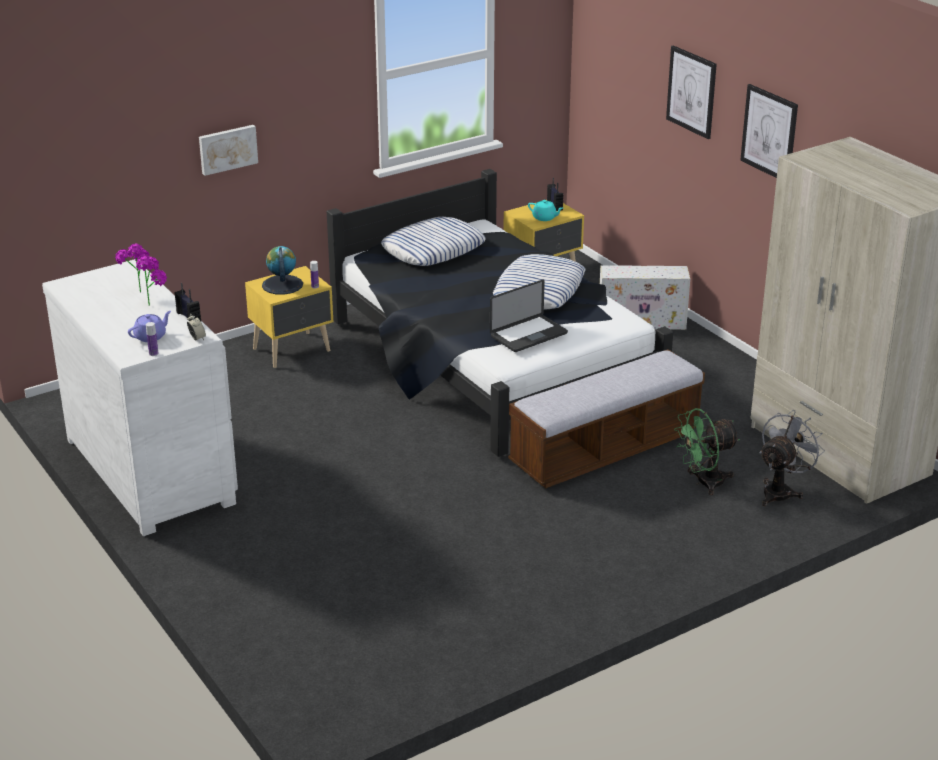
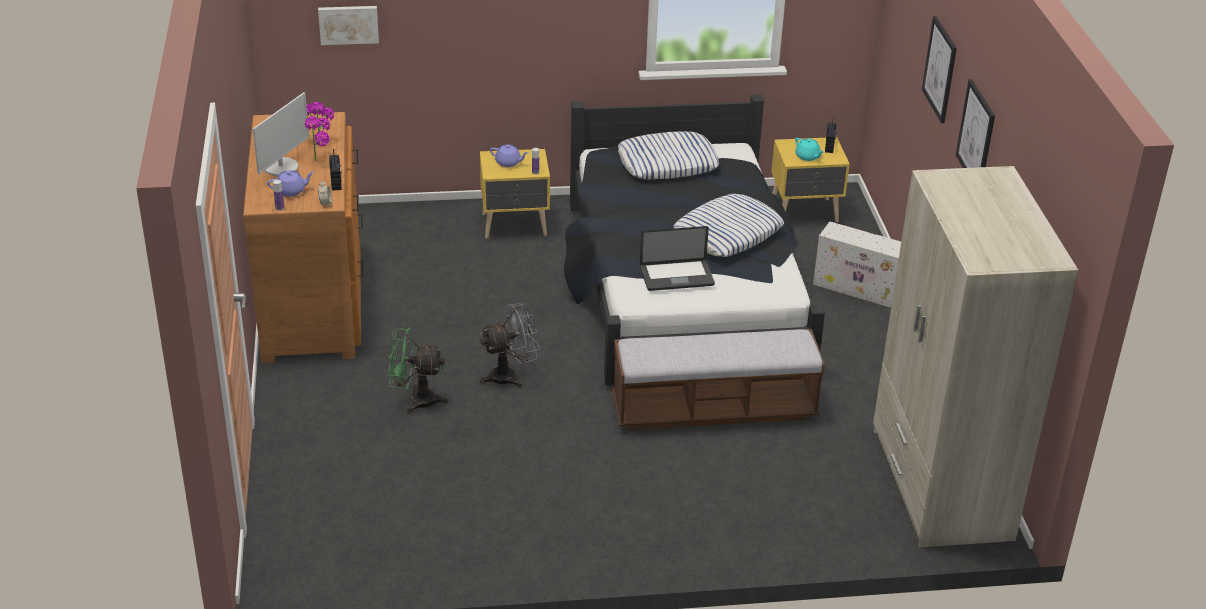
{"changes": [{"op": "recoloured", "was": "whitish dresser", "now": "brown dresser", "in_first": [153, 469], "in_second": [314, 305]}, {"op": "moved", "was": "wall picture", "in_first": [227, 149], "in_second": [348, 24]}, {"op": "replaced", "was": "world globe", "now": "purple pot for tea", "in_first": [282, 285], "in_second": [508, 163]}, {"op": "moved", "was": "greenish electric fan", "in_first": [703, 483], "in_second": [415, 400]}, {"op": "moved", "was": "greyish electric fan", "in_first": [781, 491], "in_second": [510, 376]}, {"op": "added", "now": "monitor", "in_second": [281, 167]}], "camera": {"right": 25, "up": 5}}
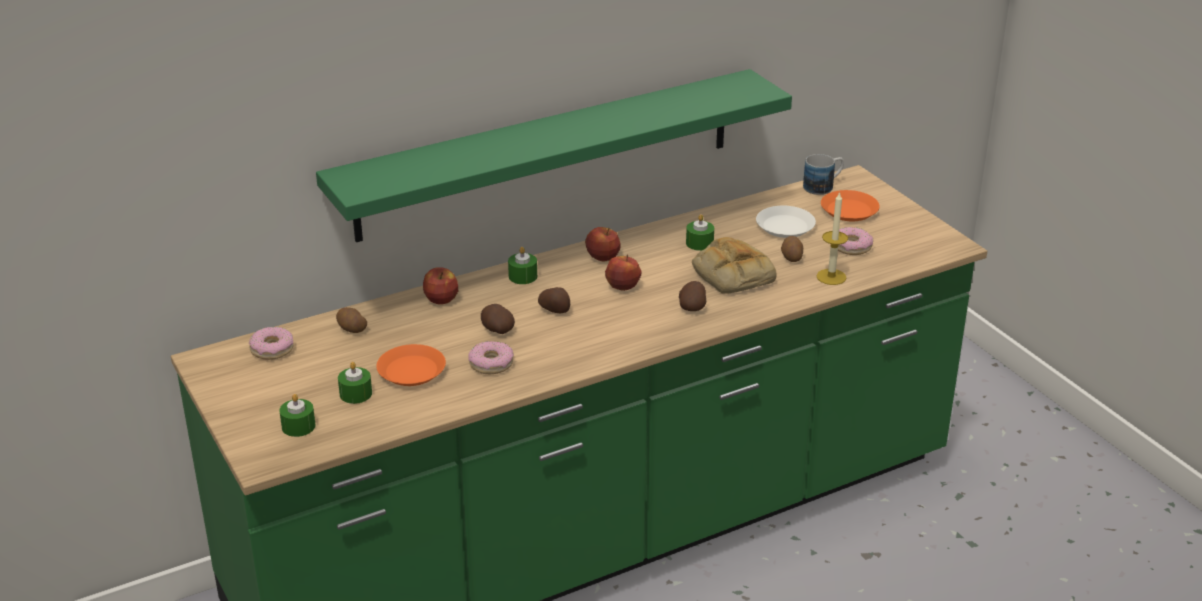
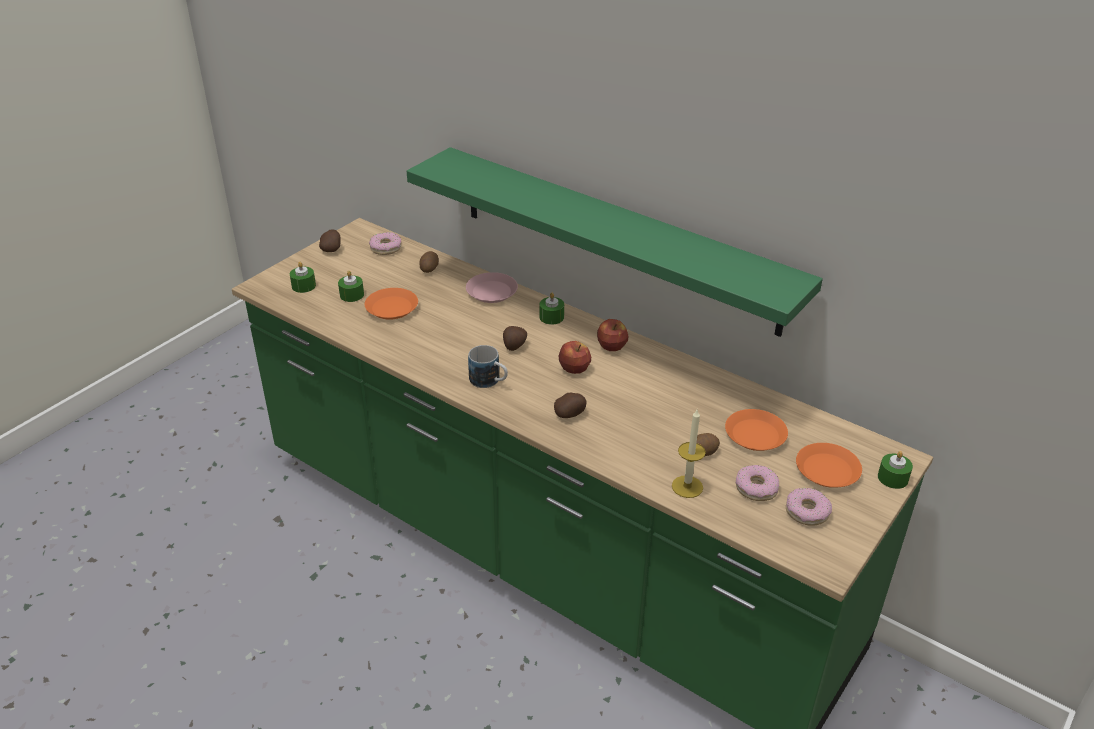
{"changes": [{"op": "replaced", "was": "whole apple", "now": "pink-coloured dinner plate", "in_first": [441, 299], "in_second": [492, 292]}, {"op": "moved", "was": "donut", "in_first": [491, 363], "in_second": [807, 512]}, {"op": "moved", "was": "potato", "in_first": [497, 330], "in_second": [332, 249]}, {"op": "moved", "was": "greenish wax light", "in_first": [699, 243], "in_second": [892, 478]}, {"op": "removed", "was": "baked bread", "in_first": [731, 274]}, {"op": "recoloured", "was": "whitish dinner plate", "now": "orangey dinner plate", "in_first": [785, 226], "in_second": [755, 435]}, {"op": "moved", "was": "tea mug", "in_first": [823, 186], "in_second": [489, 382]}], "camera": {"right": 65, "up": 5}}
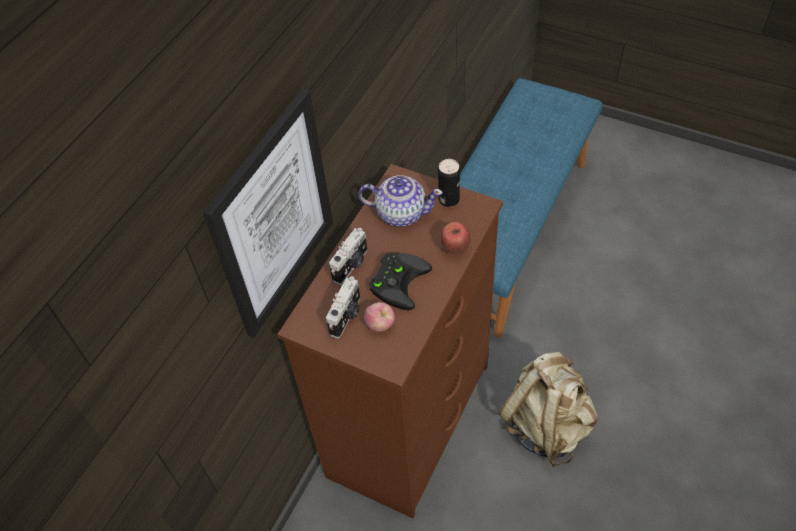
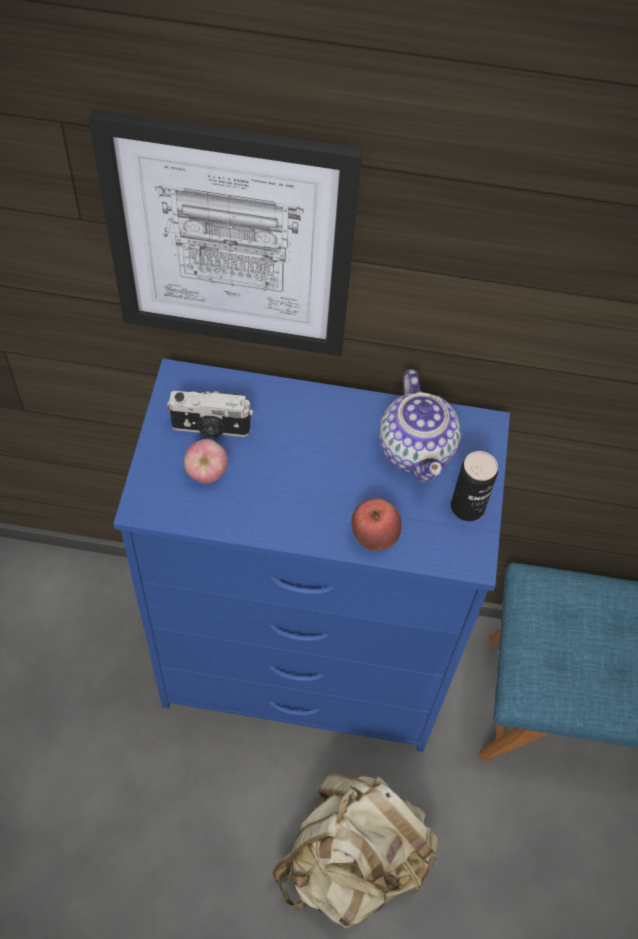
{"changes": [{"op": "recoloured", "was": "brown dresser", "now": "blue dresser", "in_first": [411, 419], "in_second": [305, 666]}, {"op": "removed", "was": "still camera", "in_first": [351, 265]}, {"op": "removed", "was": "black-coloured game controller", "in_first": [398, 280]}], "camera": {"right": 65, "up": 5}}
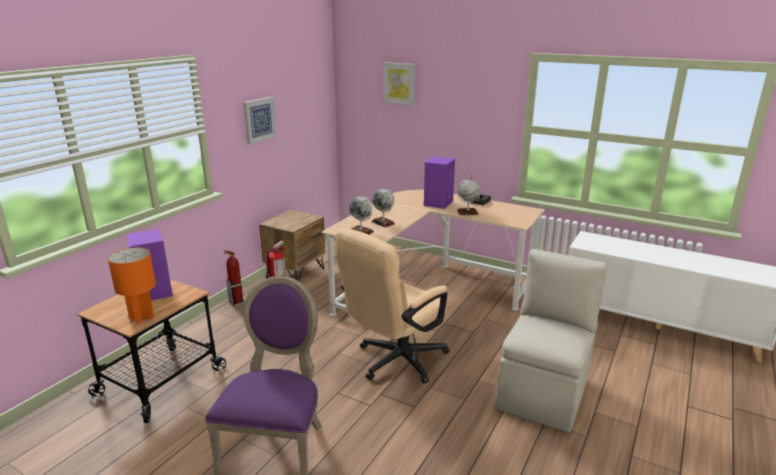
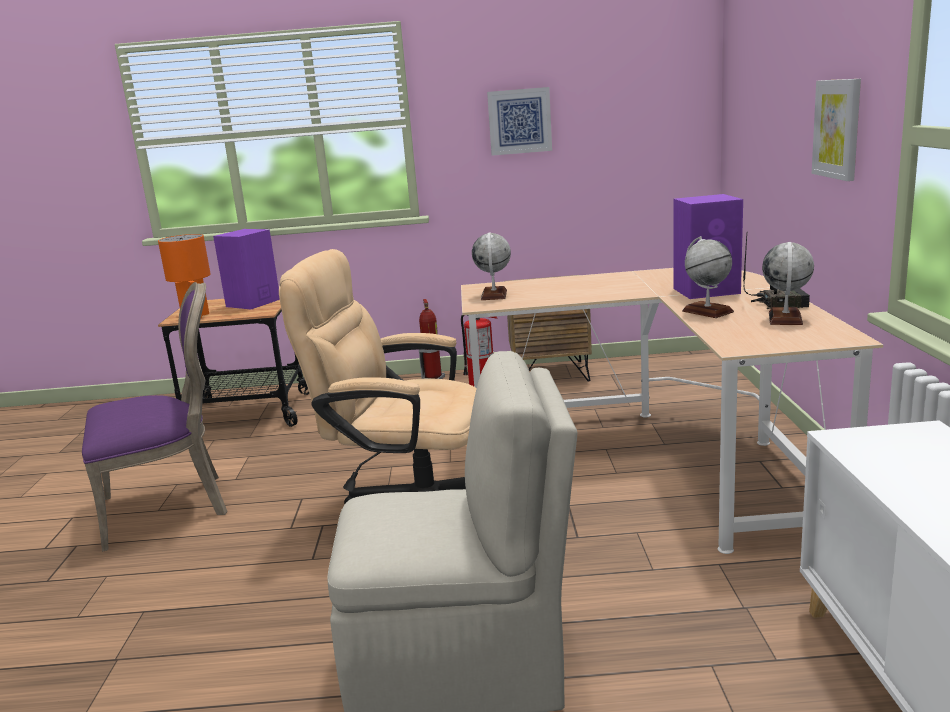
{"changes": [{"op": "moved", "was": "world globe", "in_first": [383, 222], "in_second": [785, 318]}, {"op": "moved", "was": "wall picture", "in_first": [399, 83], "in_second": [838, 129]}], "camera": {"right": 60, "up": -5}}
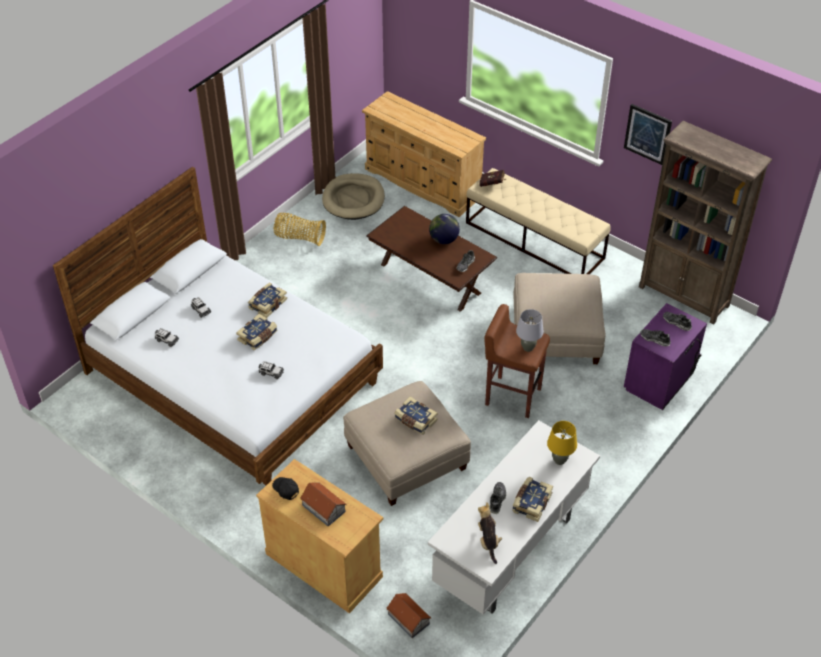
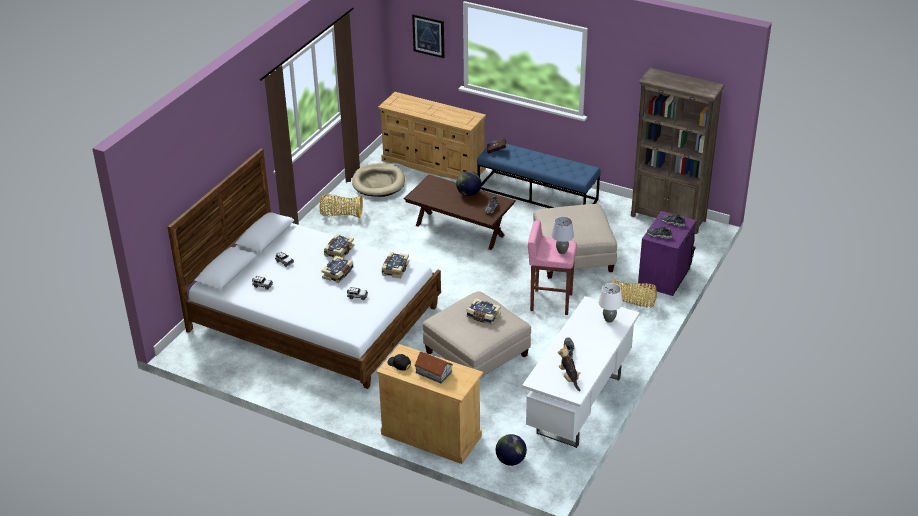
{"changes": [{"op": "replaced", "was": "miniature house", "now": "world globe", "in_first": [408, 618], "in_second": [510, 460]}, {"op": "recoloured", "was": "sand-coloured indoor bench", "now": "blue indoor bench", "in_first": [535, 240], "in_second": [537, 194]}, {"op": "recoloured", "was": "brown stool seat", "now": "pink-coloured stool seat", "in_first": [512, 396], "in_second": [550, 302]}, {"op": "moved", "was": "book", "in_first": [531, 503], "in_second": [394, 269]}, {"op": "recoloured", "was": "yellow-coloured lamp for a table", "now": "whitish lamp for a table", "in_first": [559, 460], "in_second": [609, 319]}, {"op": "moved", "was": "wall picture", "in_first": [648, 134], "in_second": [428, 35]}, {"op": "added", "now": "household basket", "in_second": [632, 303]}], "camera": {"right": -10, "up": -10}}
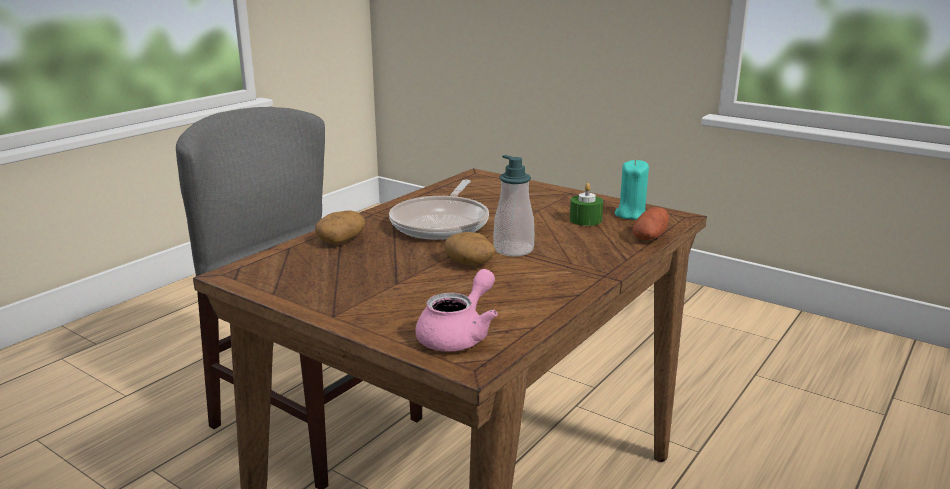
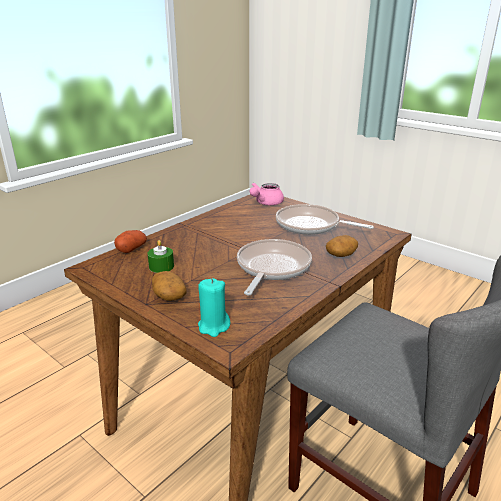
{"changes": [{"op": "moved", "was": "potato", "in_first": [470, 263], "in_second": [168, 295]}, {"op": "removed", "was": "soap bottle", "in_first": [513, 250]}, {"op": "moved", "was": "turquoise wax light", "in_first": [631, 214], "in_second": [213, 326]}, {"op": "added", "now": "pan", "in_second": [311, 225]}], "camera": {"right": -175, "up": 5}}
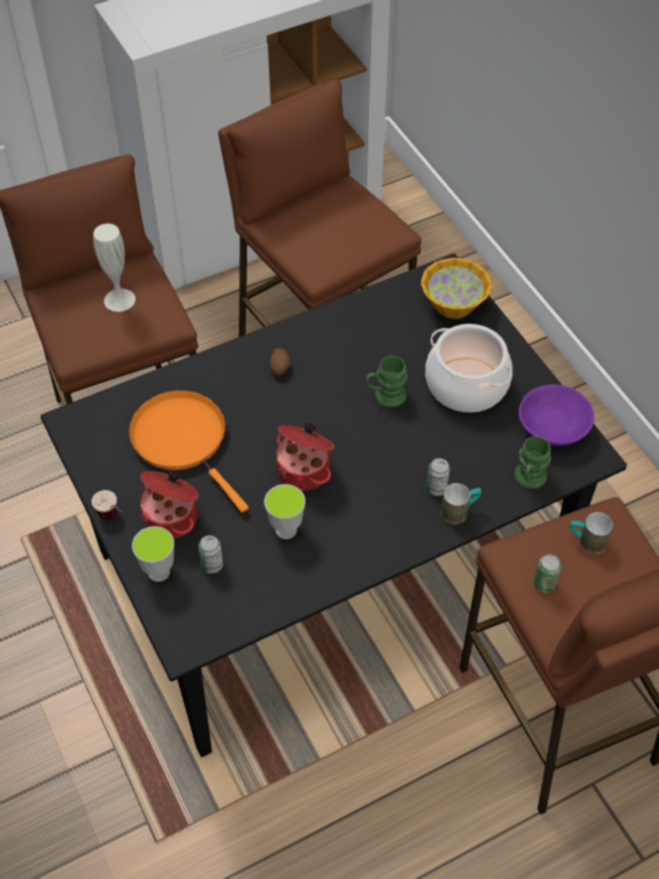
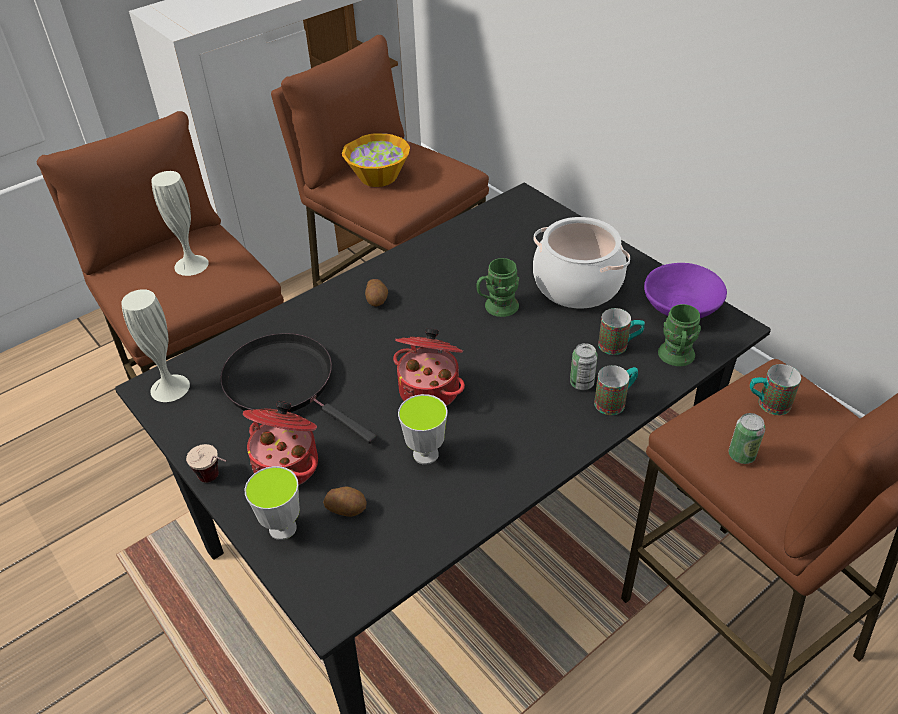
{"changes": [{"op": "recoloured", "was": "orangey pan", "now": "black-coloured pan", "in_first": [183, 439], "in_second": [285, 383]}, {"op": "replaced", "was": "can", "now": "potato", "in_first": [212, 565], "in_second": [347, 508]}, {"op": "moved", "was": "bowl", "in_first": [453, 304], "in_second": [378, 177]}, {"op": "added", "now": "whitish decorative vase", "in_second": [170, 388]}, {"op": "added", "now": "tea mug", "in_second": [619, 345]}], "camera": {"right": -10, "up": -10}}
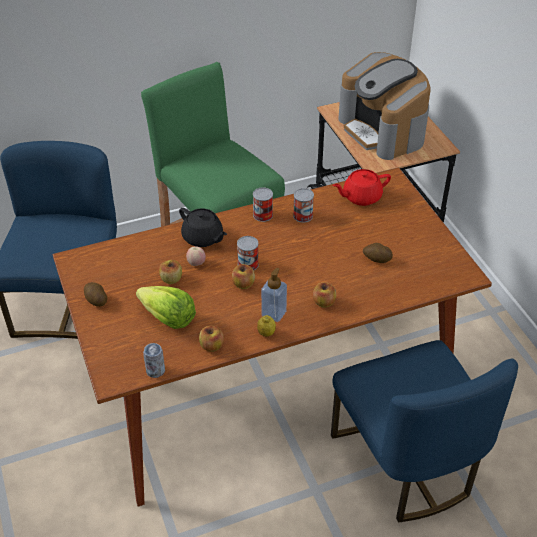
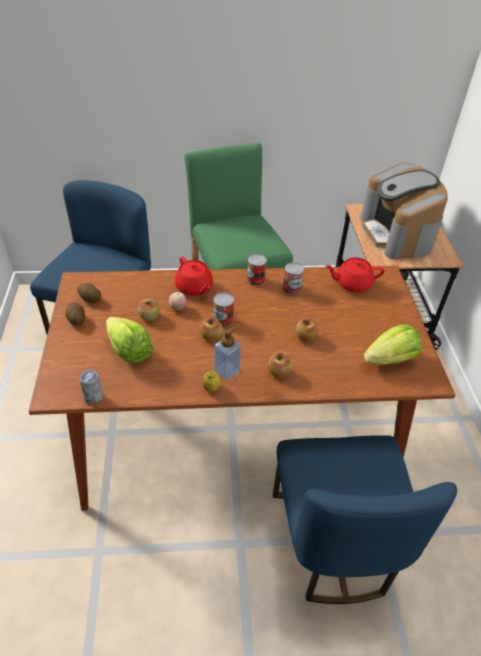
{"changes": [{"op": "recoloured", "was": "black-coloured pot for tea", "now": "reddish pot for tea", "in_first": [203, 238], "in_second": [194, 287]}, {"op": "moved", "was": "whole apple", "in_first": [212, 346], "in_second": [305, 337]}, {"op": "moved", "was": "potato", "in_first": [376, 259], "in_second": [90, 299]}, {"op": "added", "now": "lettuce", "in_second": [390, 359]}], "camera": {"right": 15, "up": 0}}
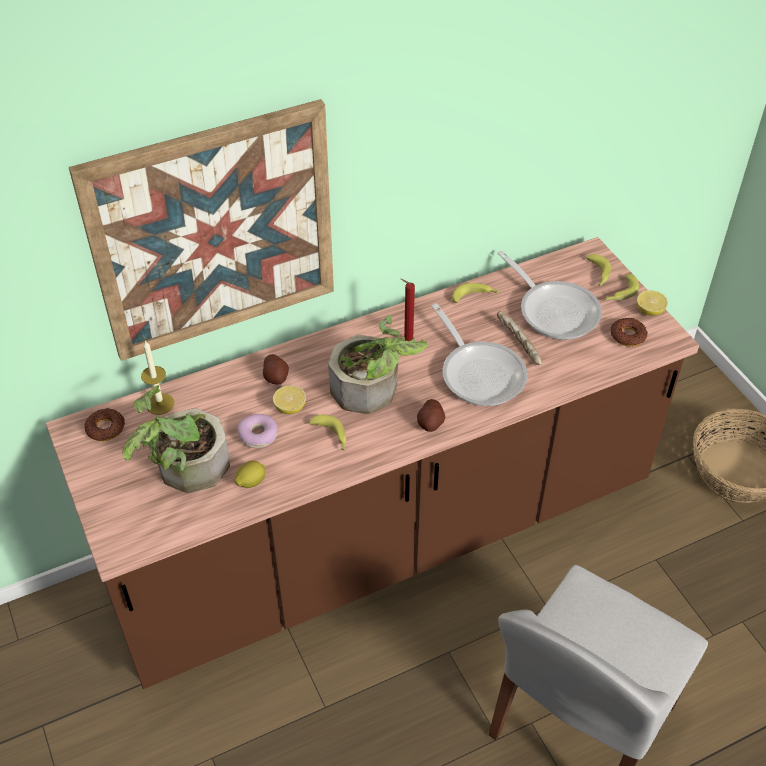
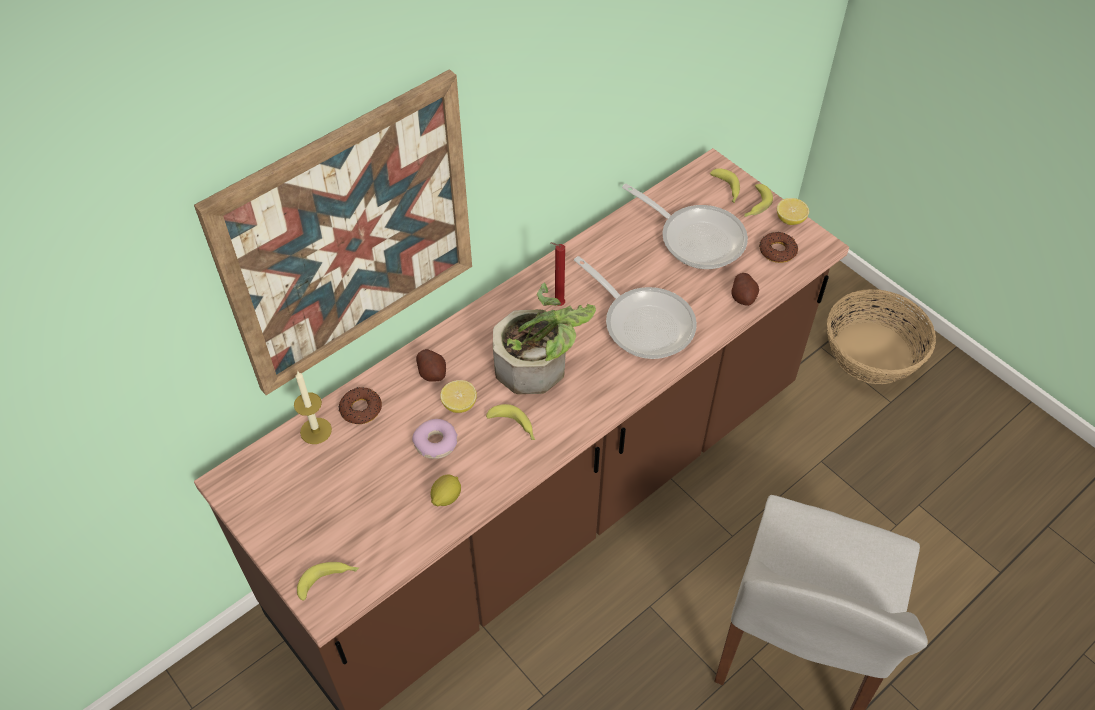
{"changes": [{"op": "moved", "was": "donut", "in_first": [105, 428], "in_second": [361, 409]}, {"op": "removed", "was": "houseplant", "in_first": [183, 468]}, {"op": "moved", "was": "potato", "in_first": [430, 423], "in_second": [743, 297]}, {"op": "moved", "was": "whole banana", "in_first": [475, 296], "in_second": [329, 581]}, {"op": "removed", "was": "baked bread", "in_first": [518, 343]}], "camera": {"right": -15, "up": 5}}
